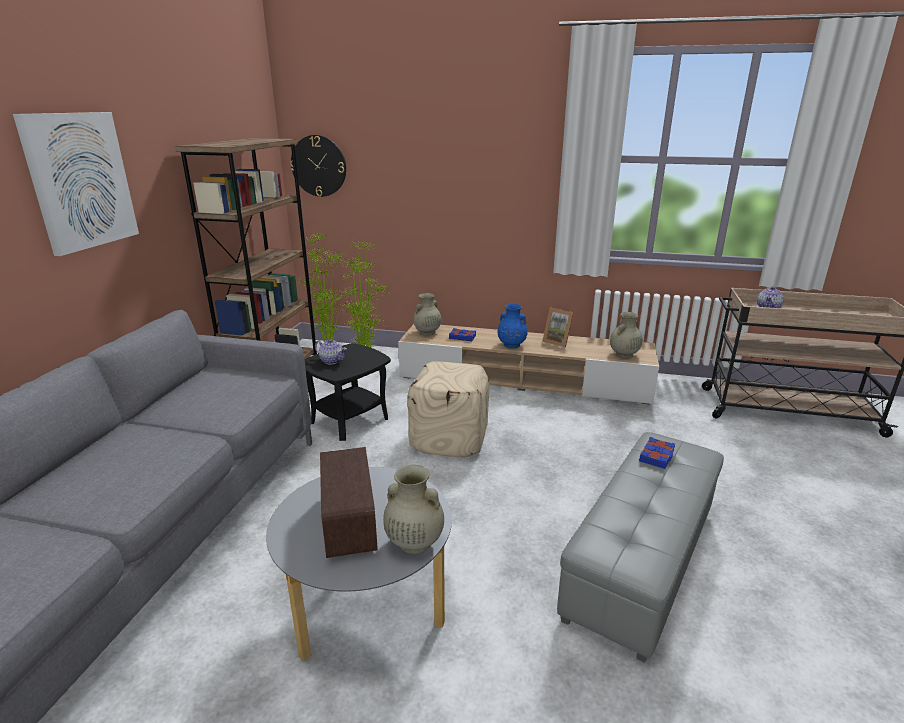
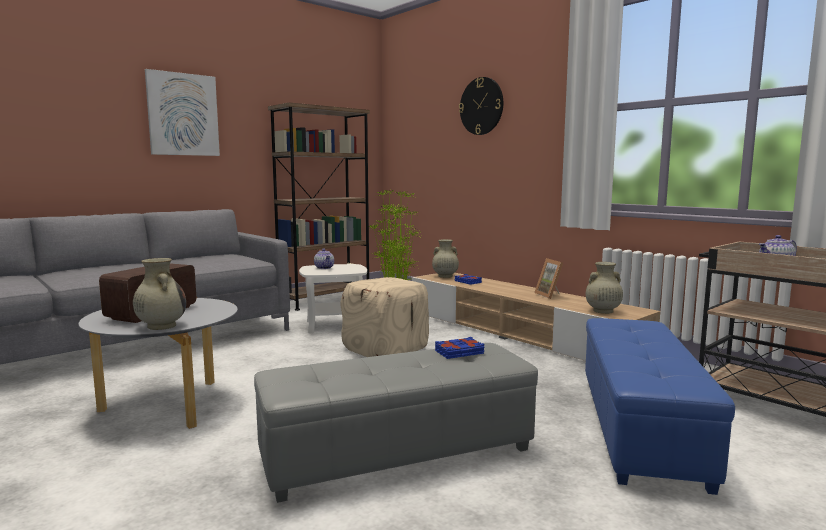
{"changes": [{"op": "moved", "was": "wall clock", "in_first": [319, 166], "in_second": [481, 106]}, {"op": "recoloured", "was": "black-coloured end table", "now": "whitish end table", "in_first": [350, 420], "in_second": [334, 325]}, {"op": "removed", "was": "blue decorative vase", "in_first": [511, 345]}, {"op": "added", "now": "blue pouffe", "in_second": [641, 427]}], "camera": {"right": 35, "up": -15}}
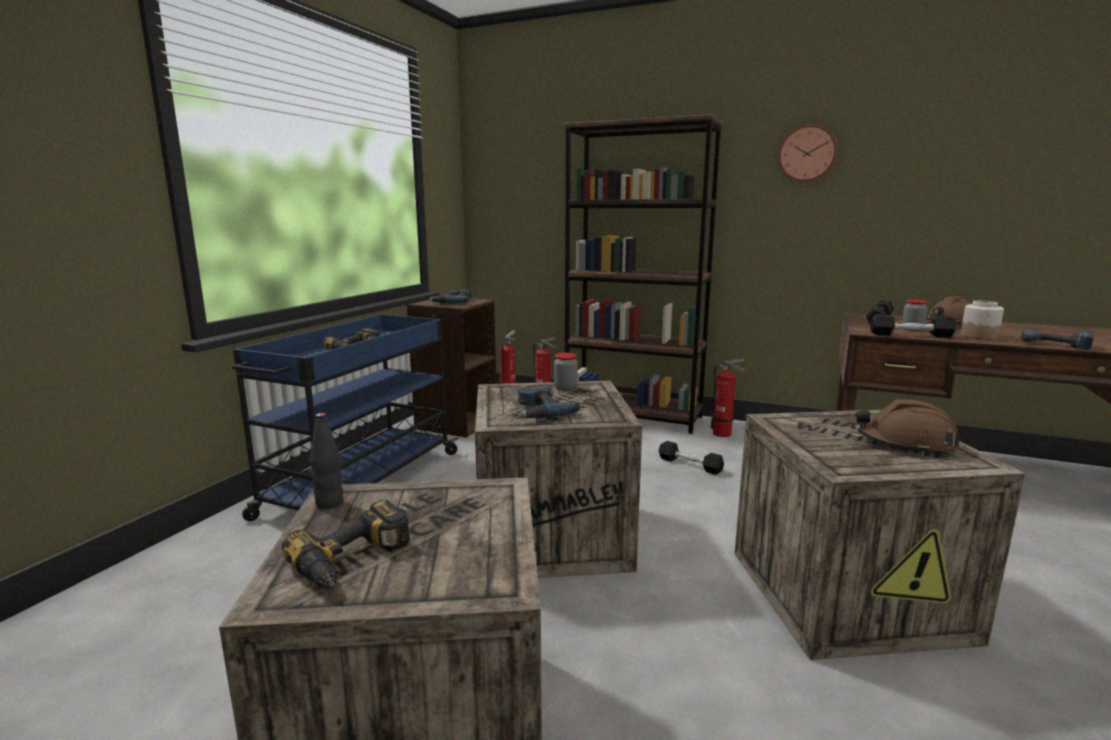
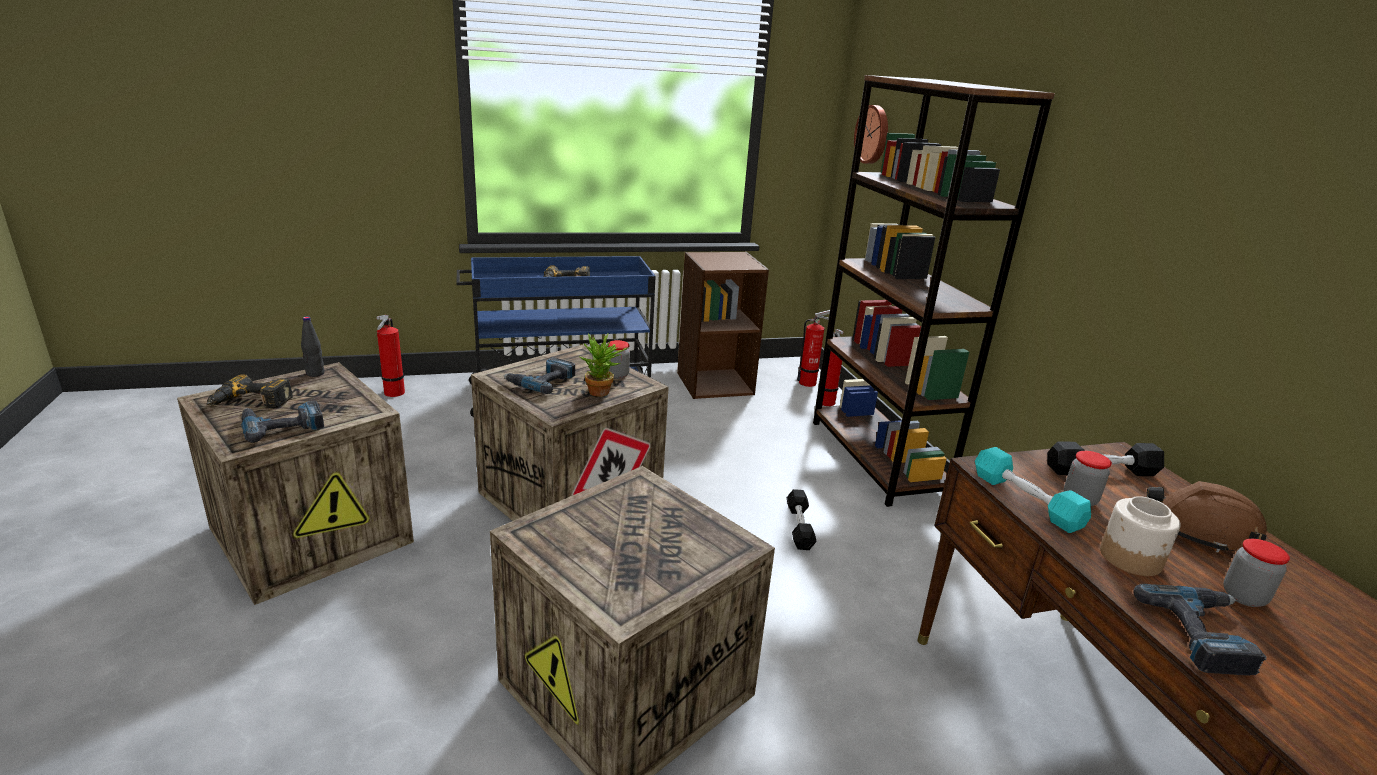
{"changes": [{"op": "moved", "was": "electric drill", "in_first": [453, 302], "in_second": [282, 426]}, {"op": "moved", "was": "extinguisher", "in_first": [724, 434], "in_second": [393, 393]}, {"op": "moved", "was": "wall clock", "in_first": [807, 154], "in_second": [873, 134]}, {"op": "removed", "was": "brown safety helmet", "in_first": [905, 443]}, {"op": "recoloured", "was": "black-coloured dumbbell", "now": "turquoise dumbbell", "in_first": [911, 335], "in_second": [1025, 500]}, {"op": "added", "now": "houseplant", "in_second": [602, 394]}, {"op": "added", "now": "preserve jar", "in_second": [1244, 597]}], "camera": {"right": 50, "up": 10}}
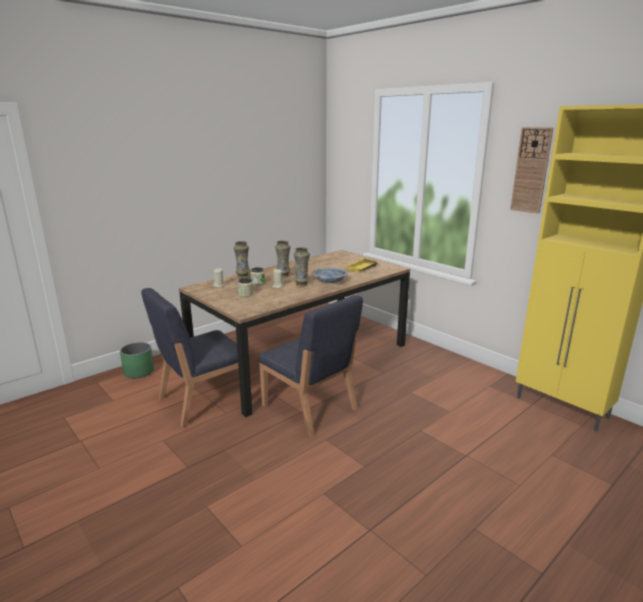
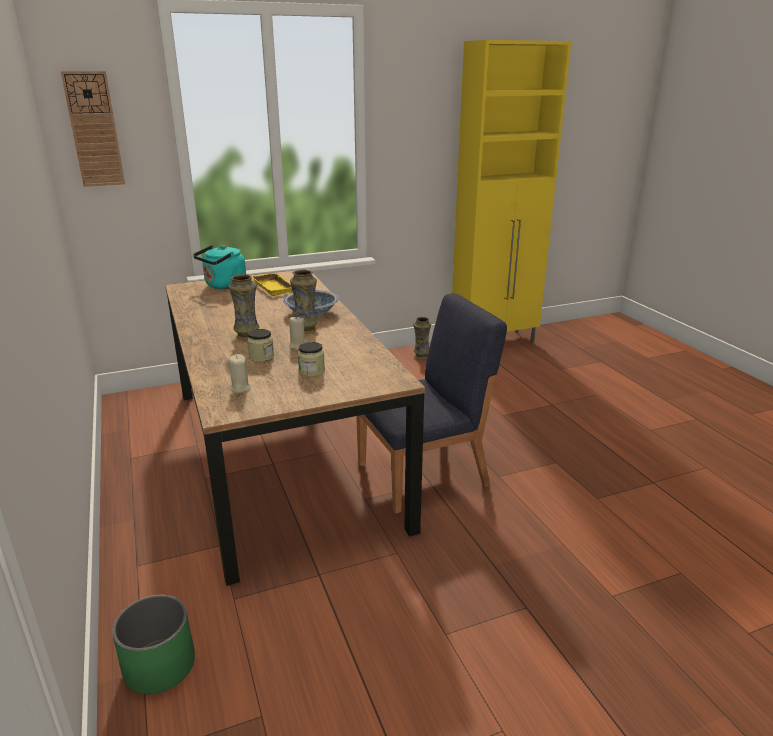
{"changes": [{"op": "removed", "was": "blue plain chair", "in_first": [202, 400]}, {"op": "moved", "was": "decorative vase", "in_first": [242, 276], "in_second": [421, 356]}, {"op": "moved", "was": "wall clock", "in_first": [531, 170], "in_second": [94, 130]}, {"op": "added", "now": "turquoise water kettle", "in_second": [224, 286]}], "camera": {"right": -70, "up": 5}}
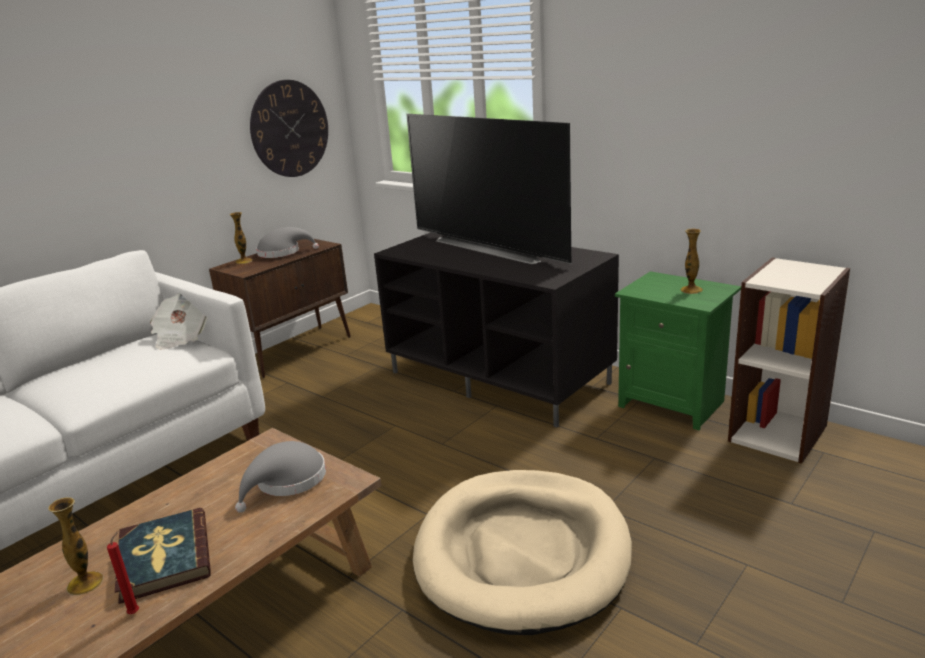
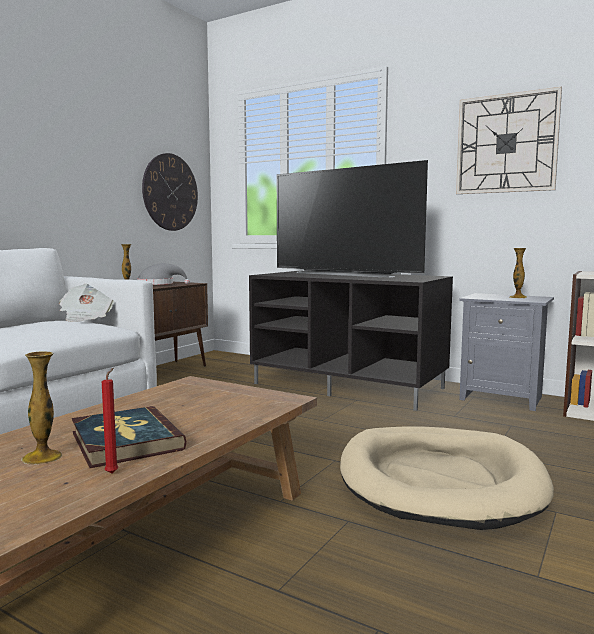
{"changes": [{"op": "removed", "was": "greyish hat", "in_first": [287, 482]}, {"op": "recoloured", "was": "greenish night table", "now": "greyish night table", "in_first": [672, 403], "in_second": [502, 398]}, {"op": "added", "now": "wall clock", "in_second": [506, 143]}], "camera": {"right": -10, "up": -15}}
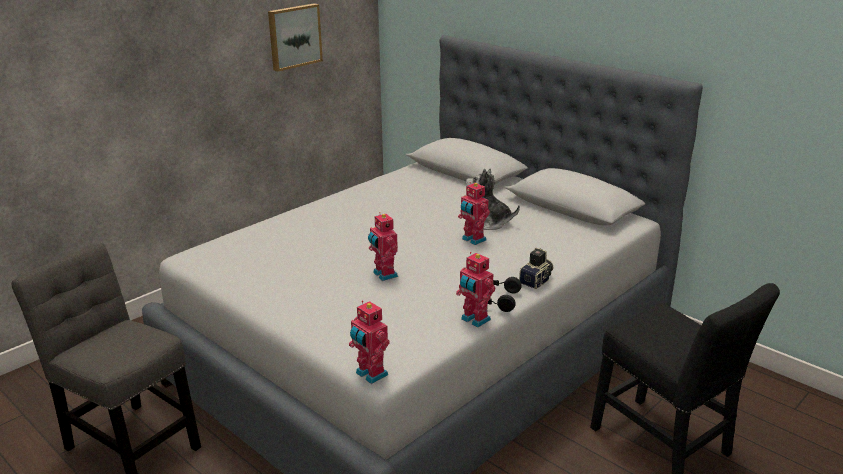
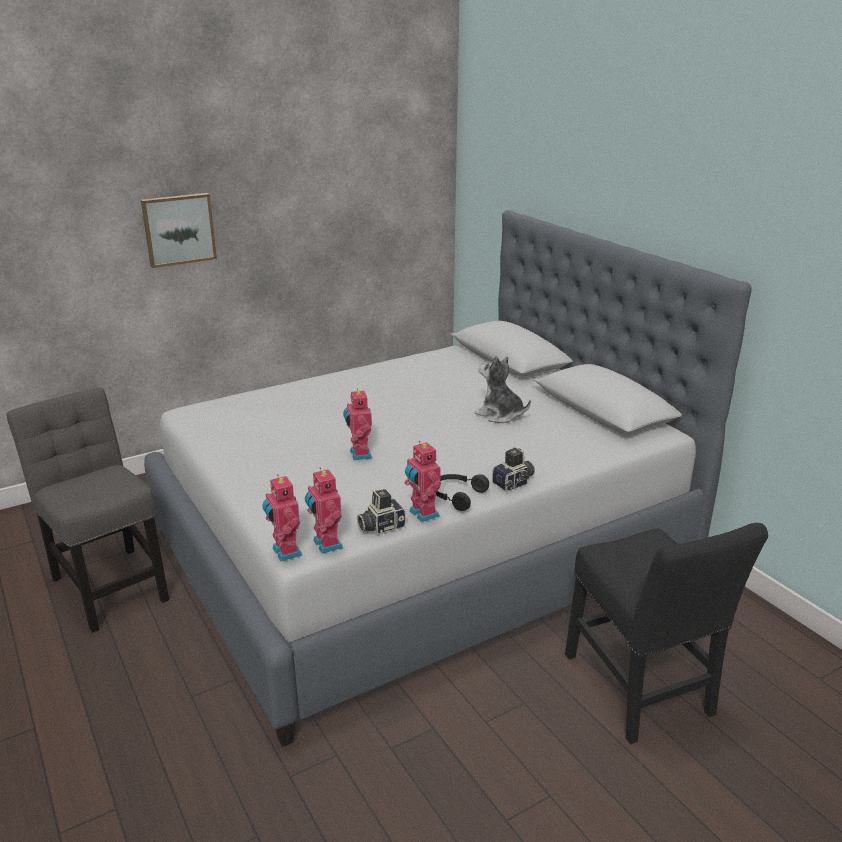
{"changes": [{"op": "moved", "was": "wall picture", "in_first": [294, 36], "in_second": [178, 229]}, {"op": "moved", "was": "toy robot", "in_first": [473, 240], "in_second": [325, 544]}, {"op": "added", "now": "still camera", "in_second": [380, 526]}], "camera": {"right": 15, "up": 0}}
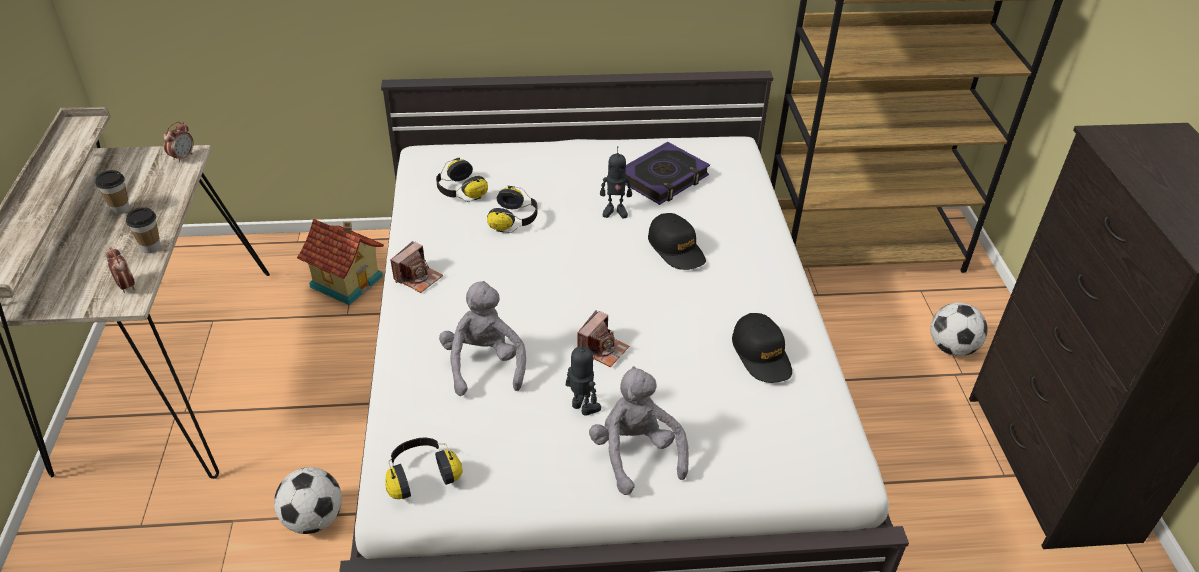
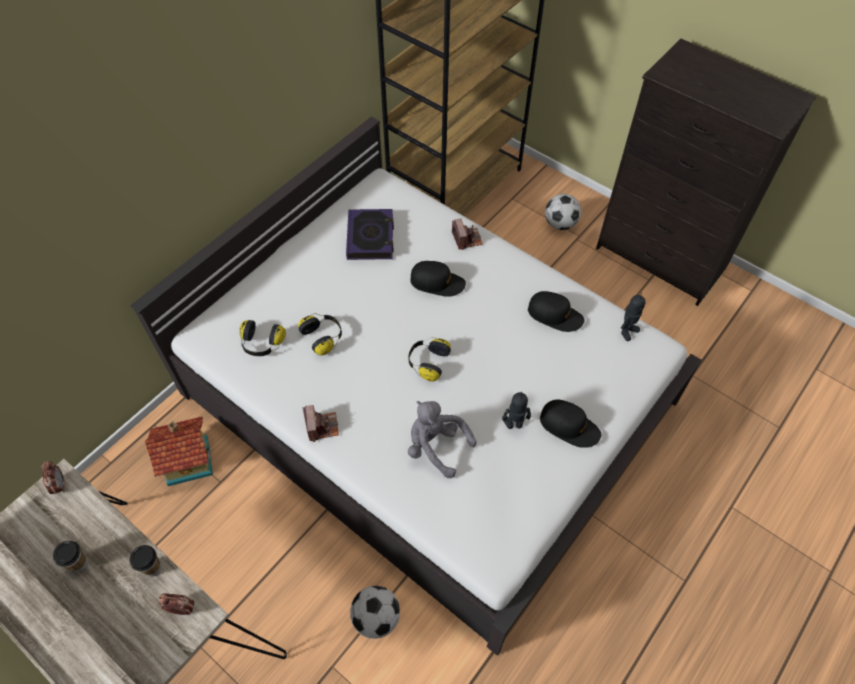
{"changes": [{"op": "moved", "was": "pair of headphones", "in_first": [421, 475], "in_second": [427, 362]}, {"op": "moved", "was": "still camera", "in_first": [602, 349], "in_second": [466, 239]}, {"op": "replaced", "was": "greyish soft toy", "now": "black-coloured baseball cap", "in_first": [636, 454], "in_second": [569, 426]}, {"op": "moved", "was": "toy robot", "in_first": [615, 211], "in_second": [627, 331]}], "camera": {"right": -45, "up": 15}}
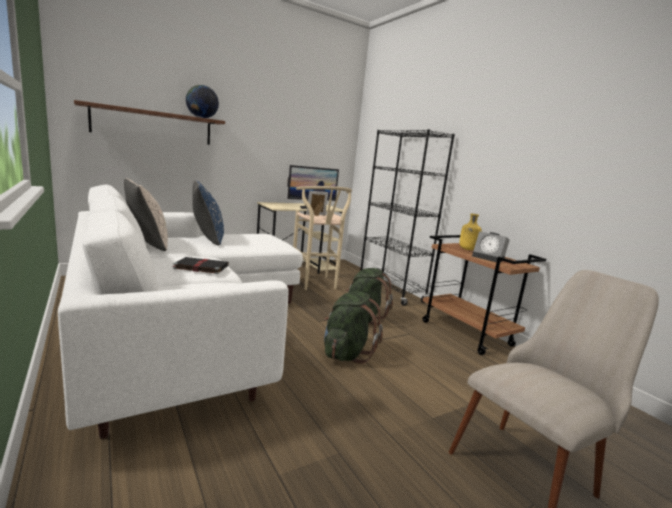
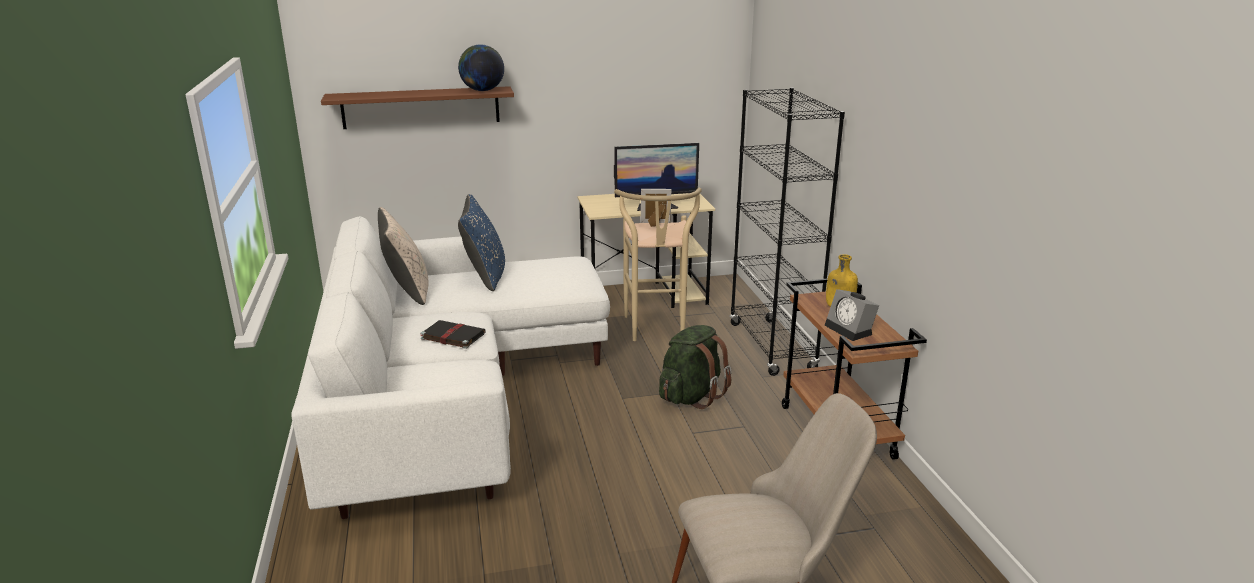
{"changes": [{"op": "removed", "was": "greenish backpack", "in_first": [346, 353]}], "camera": {"right": 20, "up": 10}}
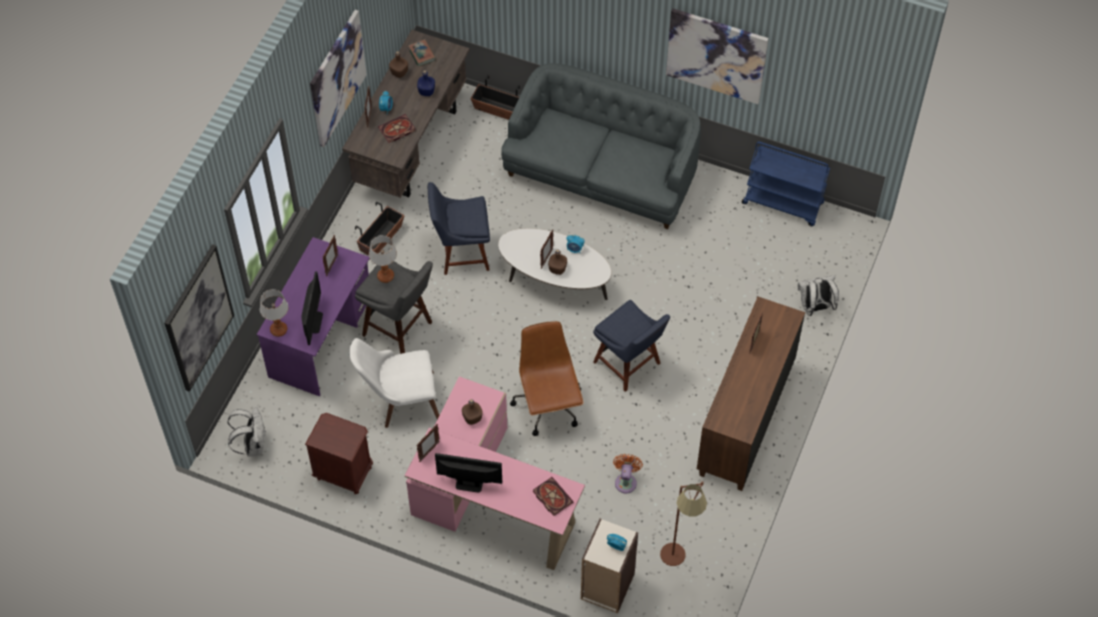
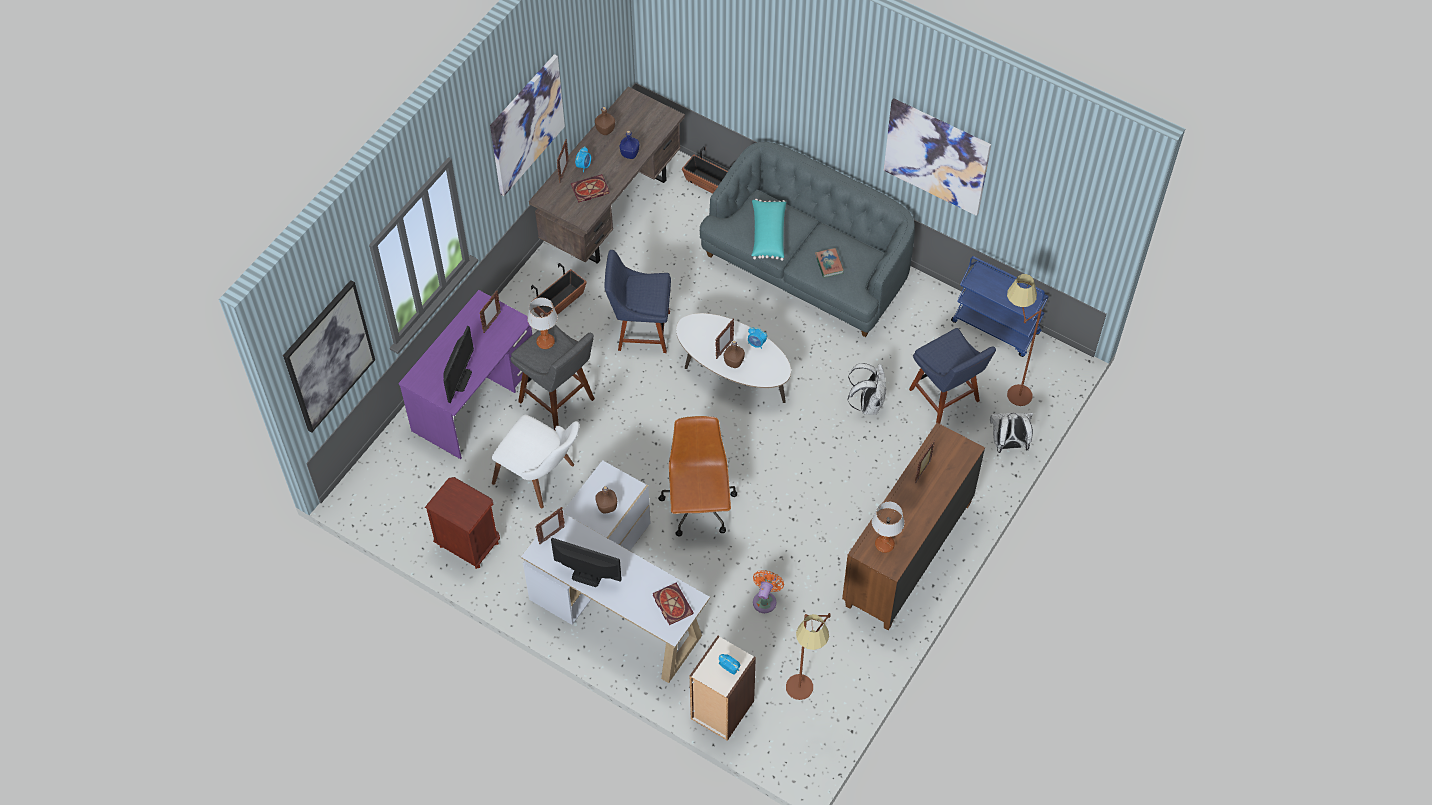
{"changes": [{"op": "moved", "was": "whitish backpack", "in_first": [252, 445], "in_second": [868, 403]}, {"op": "moved", "was": "lamp for a table", "in_first": [279, 330], "in_second": [884, 545]}, {"op": "turned", "was": "whitish plain chair", "in_first": [399, 401], "in_second": [542, 477], "clockwise": -150}, {"op": "recoloured", "was": "pink-coloured desk table", "now": "whitish desk table", "in_first": [488, 499], "in_second": [615, 596]}, {"op": "moved", "was": "book", "in_first": [421, 54], "in_second": [829, 264]}, {"op": "moved", "was": "blue plain chair", "in_first": [629, 365], "in_second": [946, 397]}, {"op": "added", "now": "turquoise throw pillow", "in_second": [767, 234]}, {"op": "added", "now": "brown standing lamp", "in_second": [1009, 389]}], "camera": {"right": 10, "up": 0}}
